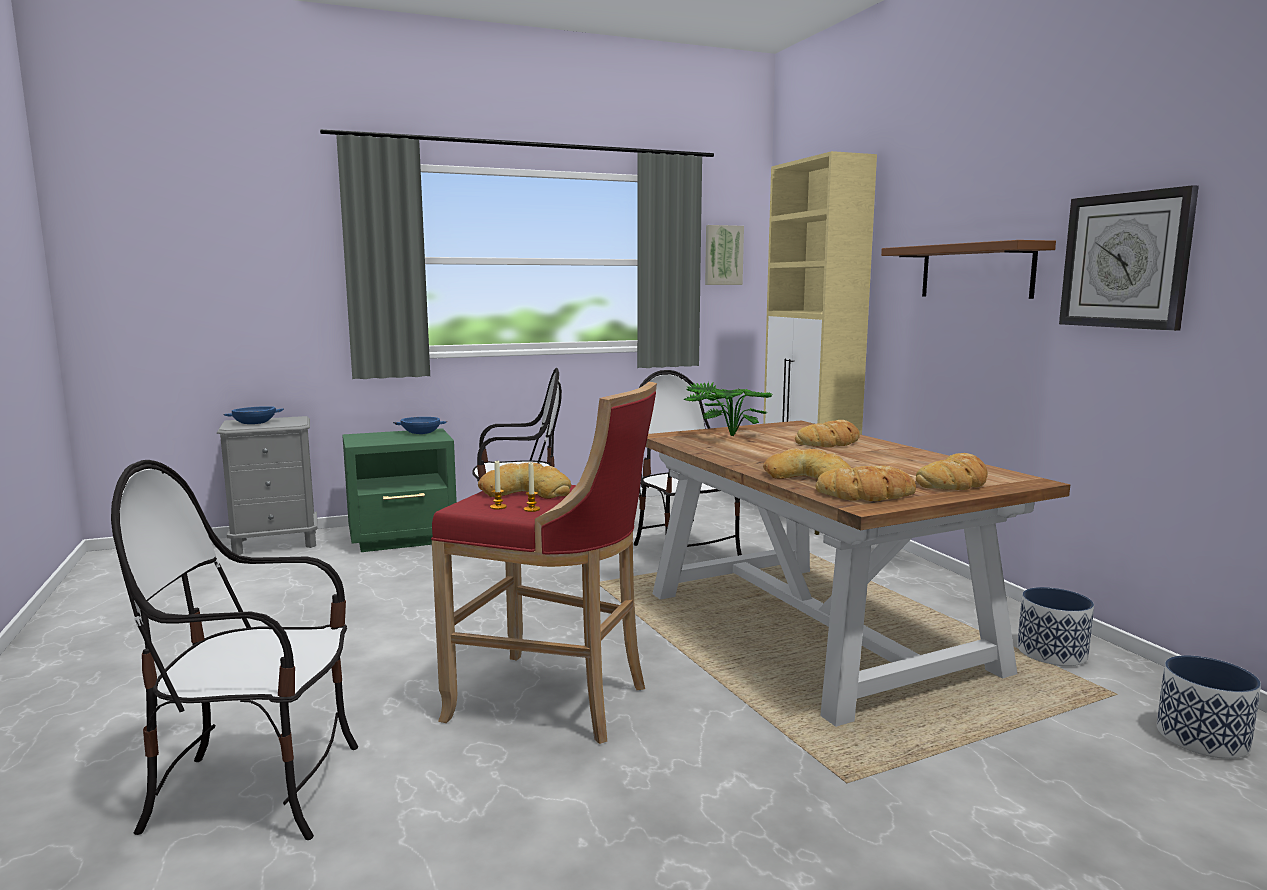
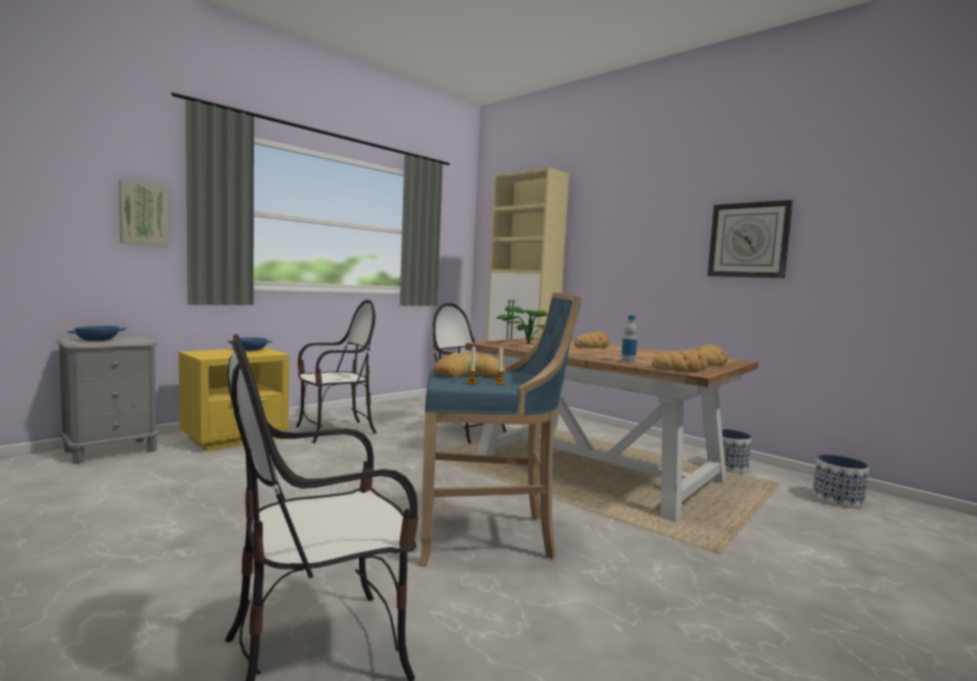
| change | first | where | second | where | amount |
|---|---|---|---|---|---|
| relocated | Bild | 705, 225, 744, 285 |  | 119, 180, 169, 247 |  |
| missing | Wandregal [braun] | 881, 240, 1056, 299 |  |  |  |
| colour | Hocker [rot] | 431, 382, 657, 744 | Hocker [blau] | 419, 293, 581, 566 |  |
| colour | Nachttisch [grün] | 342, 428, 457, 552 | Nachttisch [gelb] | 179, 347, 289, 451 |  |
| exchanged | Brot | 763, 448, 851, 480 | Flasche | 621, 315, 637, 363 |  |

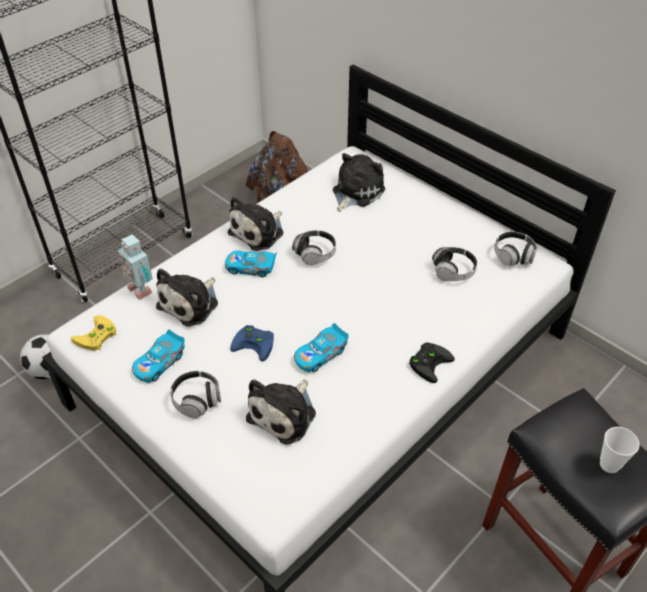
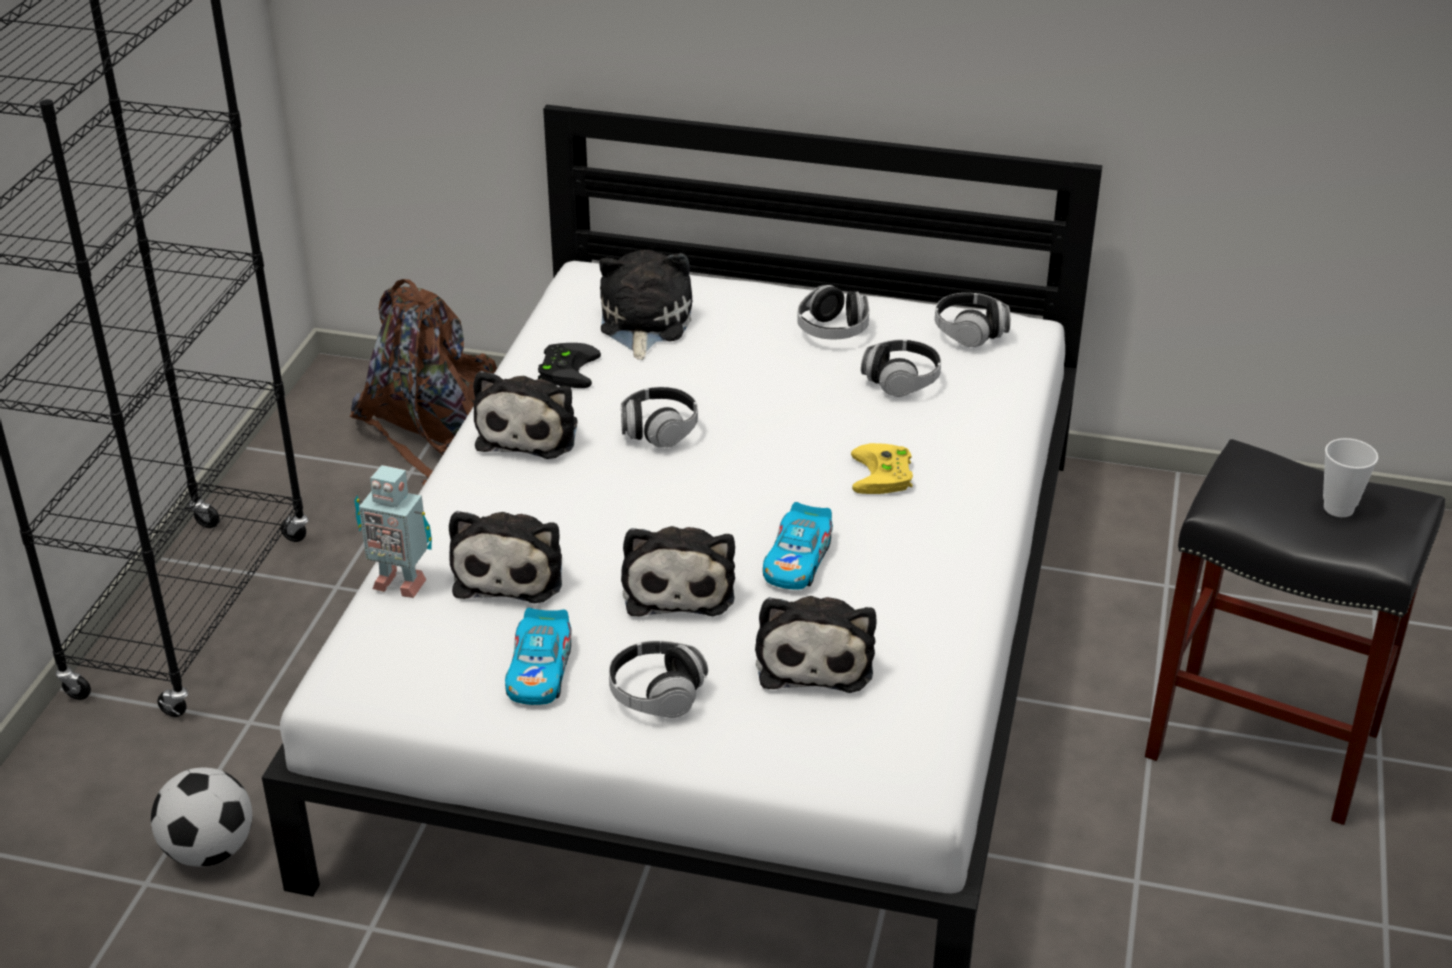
| change | first | where | second | where | amount |
|---|---|---|---|---|---|
| missing | Spielzeugauto | 225, 250, 277, 277 |  |  |  |
| relocated | Gamepad [gelb] | 71, 315, 117, 351 |  | 851, 443, 913, 494 |  |
| exchanged | Gamepad [blau] | 230, 325, 274, 361 | Plüschtier | 621, 526, 735, 616 |  |
| relocated | Gamepad [schwarz] | 409, 342, 455, 383 |  | 538, 343, 601, 388 |  |
| appeared |  |  | Kopfhörer | 797, 285, 869, 339 |  |

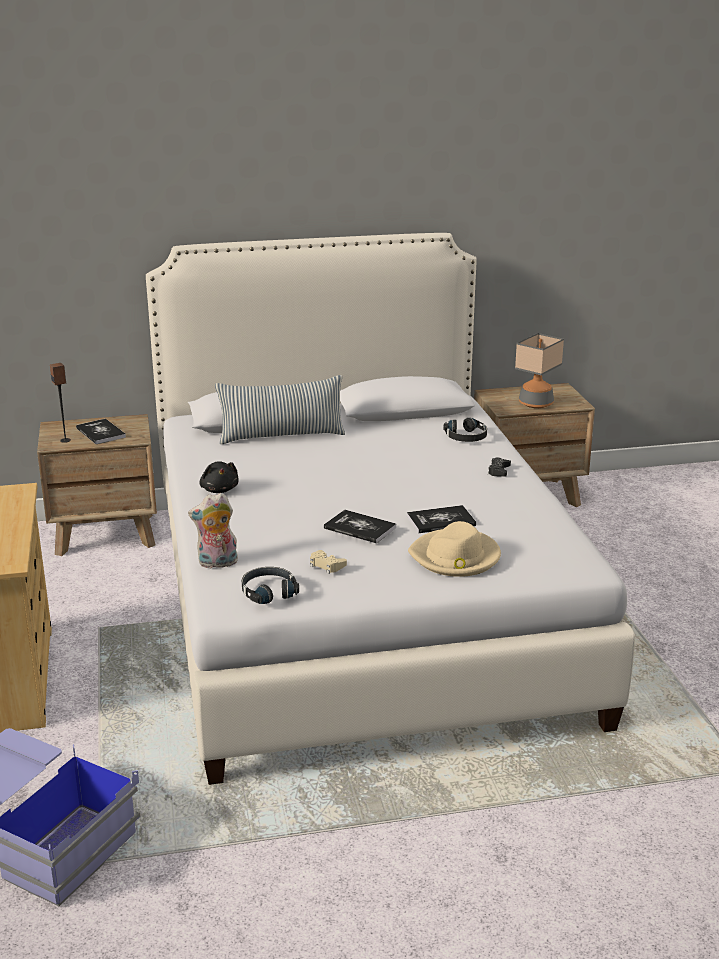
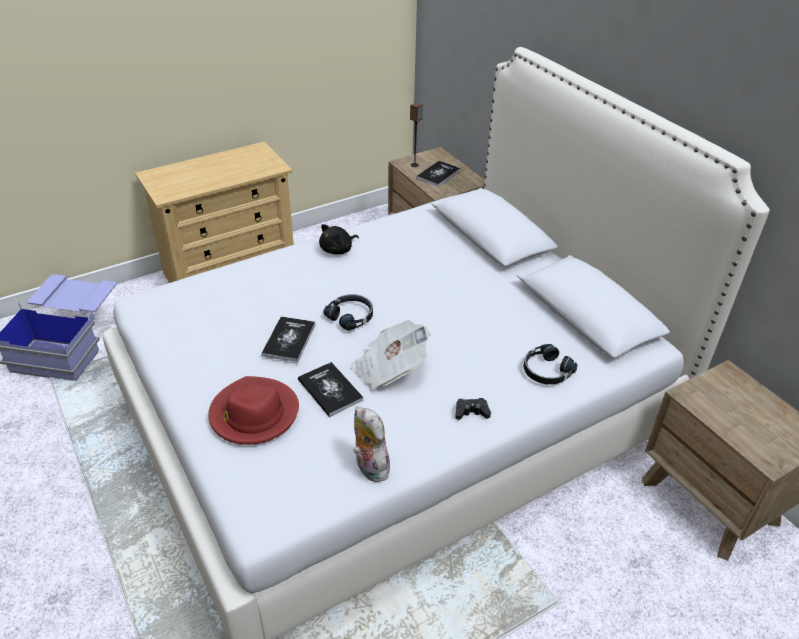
| change | first | where | second | where | amount |
|---|---|---|---|---|---|
| missing | Tischlampe | 515, 333, 564, 408 |  |  |  |
| missing | Kissen | 215, 375, 345, 444 |  |  |  |
| relocated | Plüschtier | 188, 493, 238, 568 |  | 353, 407, 390, 482 |  |
| colour | Hut [beige] | 408, 521, 501, 577 | Hut [rot] | 208, 376, 299, 445 |  |
| missing | Gamepad [beige] | 310, 550, 347, 574 |  |  |  |
| relocated | Kopfhörer [schwarz] | 242, 567, 299, 604 |  | 323, 294, 373, 330 |  |
| appeared |  |  | Zeitung | 351, 320, 430, 390 |  |

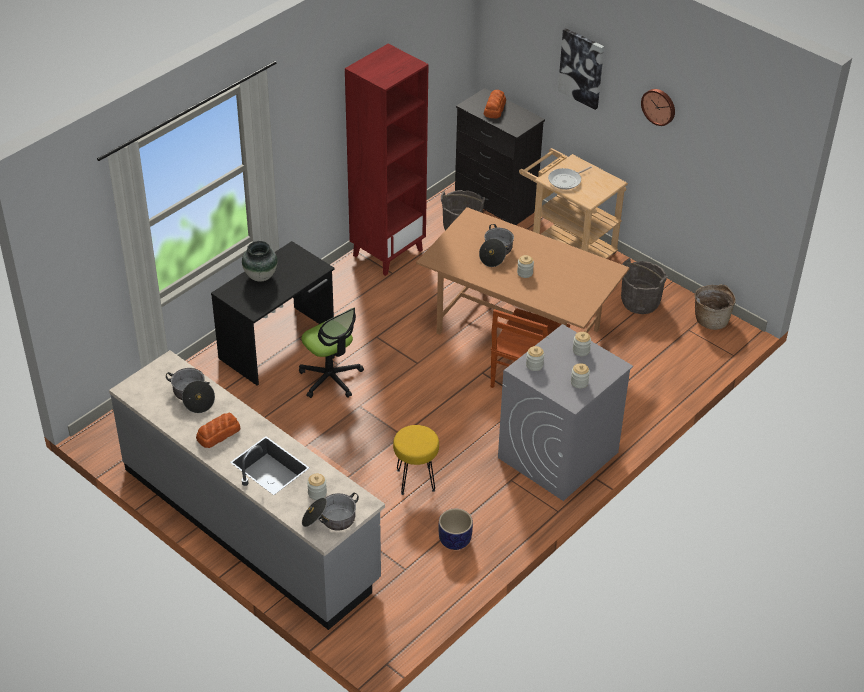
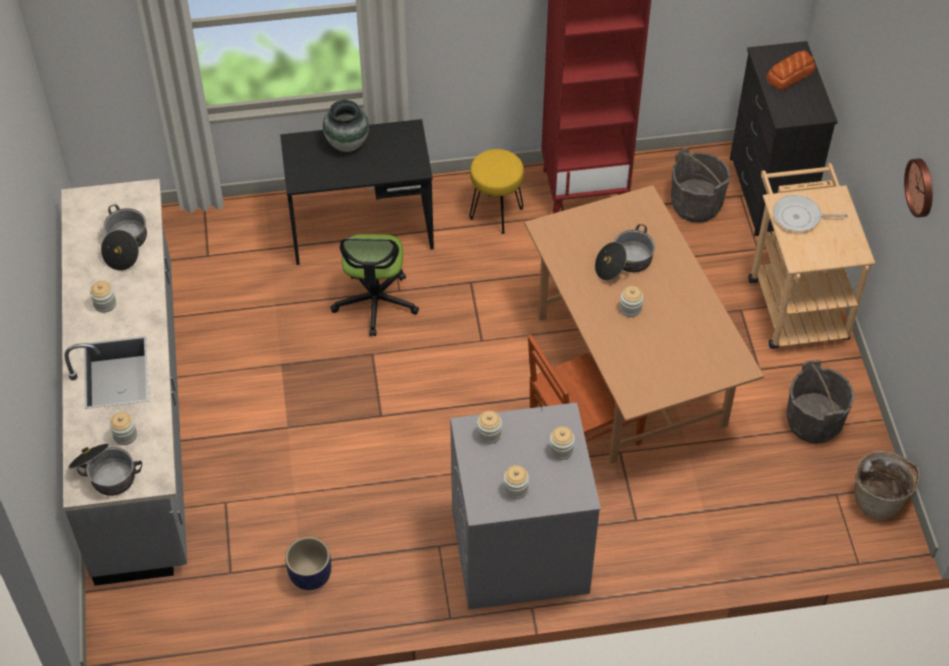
| change | first | where | second | where | amount |
|---|---|---|---|---|---|
| missing | Bild | 558, 28, 604, 110 |  |  |  |
| exchanged | Brot | 196, 412, 240, 448 | Vorratsglas | 90, 281, 116, 313 |  |
| relocated | Hocker [gelb] | 393, 425, 439, 495 |  | 469, 149, 524, 234 |  |

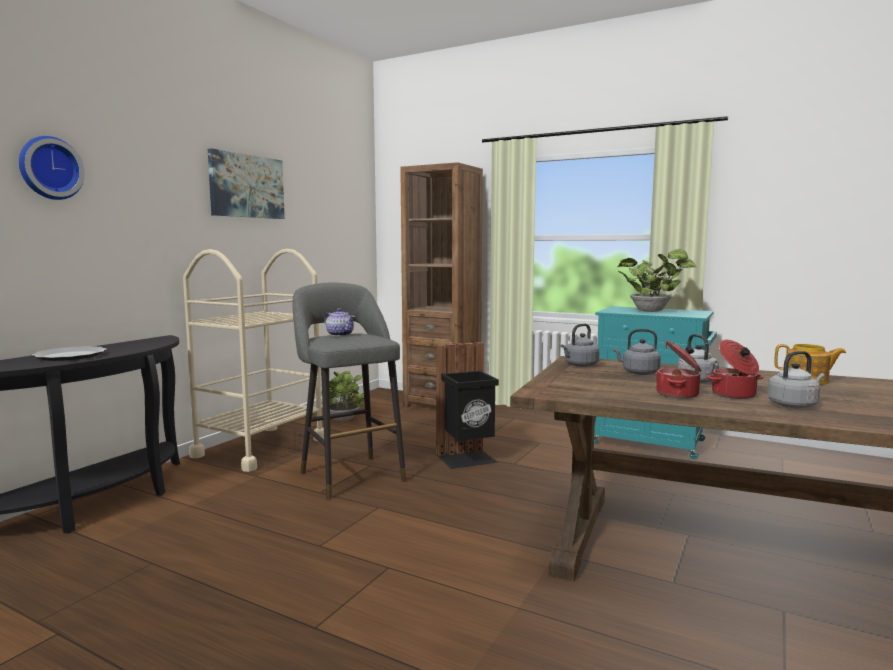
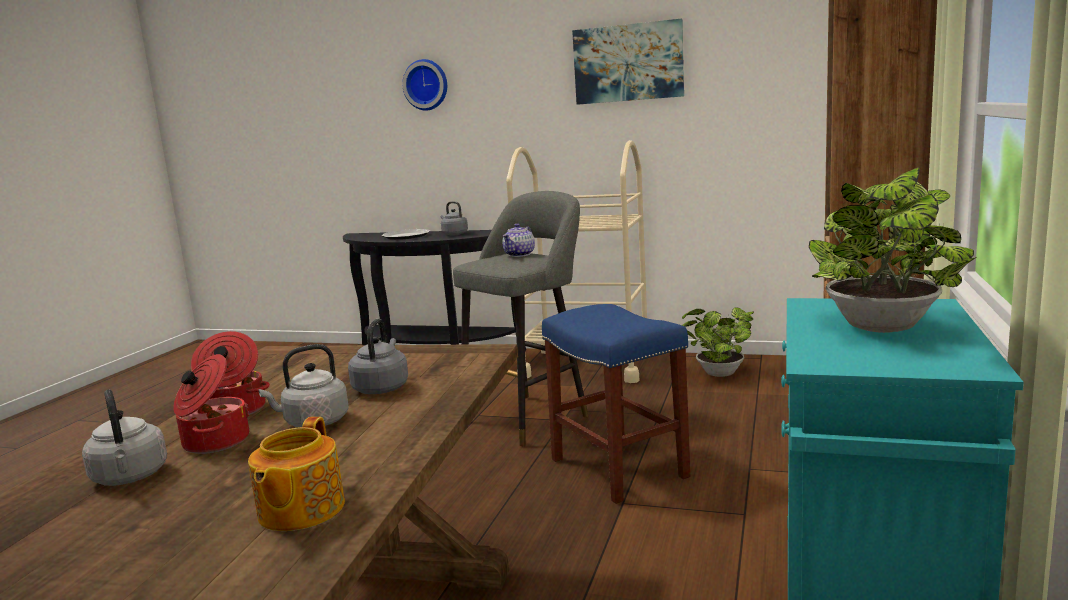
| change | first | where | second | where | amount |
|---|---|---|---|---|---|
| relocated | Wasserkessel [grau] | 561, 323, 600, 367 |  | 440, 201, 468, 236 |  |
| exchanged | Mülleimer [schwarz] | 436, 342, 499, 469 | Hocker [blau] | 542, 304, 690, 504 |  |

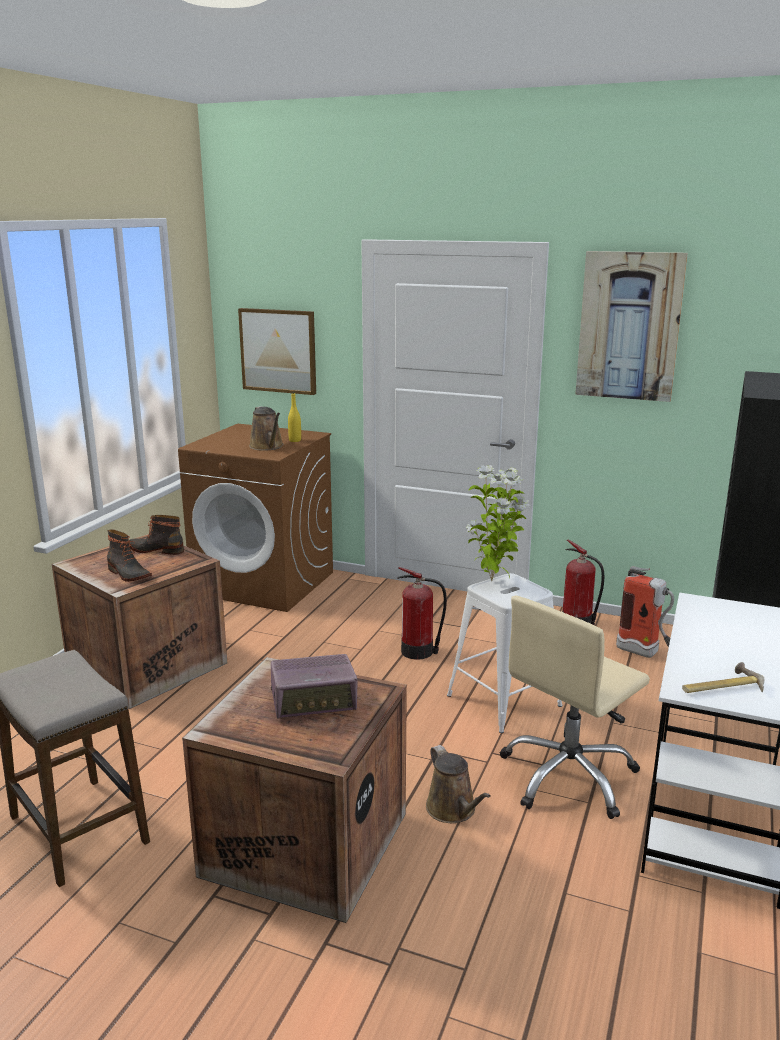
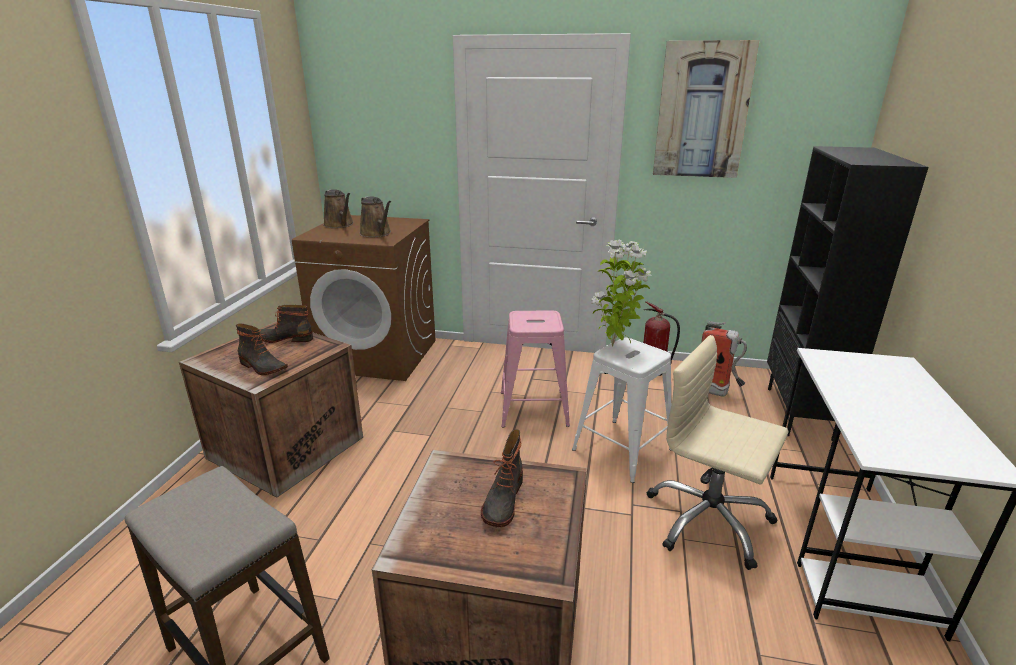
| change | first | where | second | where | amount |
|---|---|---|---|---|---|
| missing | Bild | 238, 308, 316, 395 |  |  |  |
| missing | Flasche [gelb] | 288, 392, 301, 442 |  |  |  |
| exchanged | Feuerlöscher | 397, 567, 447, 660 | Hocker [rosa] | 501, 310, 570, 428 |  |
| spun | Bürostuhl [beige] | 500, 595, 650, 819 |  | 647, 335, 789, 570 | 90 degrees clockwise |
| exchanged | Radio | 271, 654, 358, 719 | Stiefel | 481, 429, 523, 527 |  |
| missing | Hammer | 682, 662, 765, 693 |  |  |  |
| relocated | Gießkanne [braun] | 426, 745, 491, 823 |  | 323, 189, 354, 228 |  |

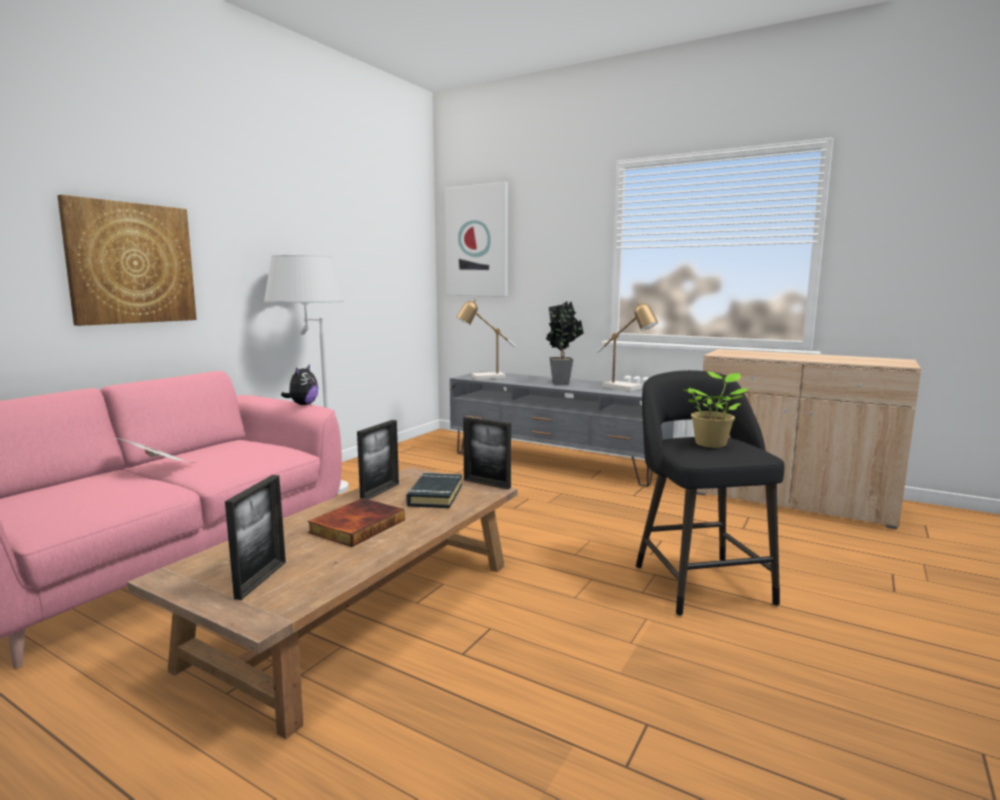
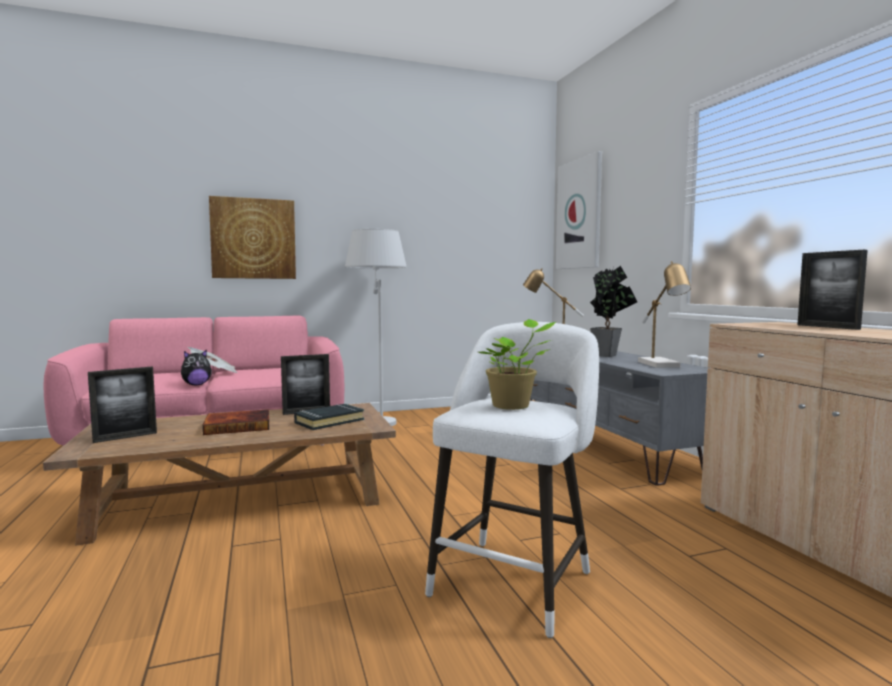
| change | first | where | second | where | amount |
|---|---|---|---|---|---|
| relocated | Plüschtier | 281, 364, 318, 405 |  | 181, 350, 212, 385 |  |
| colour | Hocker [schwarz] | 636, 370, 785, 616 | Hocker [weiß] | 425, 322, 599, 638 |  |
| relocated | Bilderrahmen | 463, 416, 511, 490 |  | 798, 250, 868, 330 |  |

